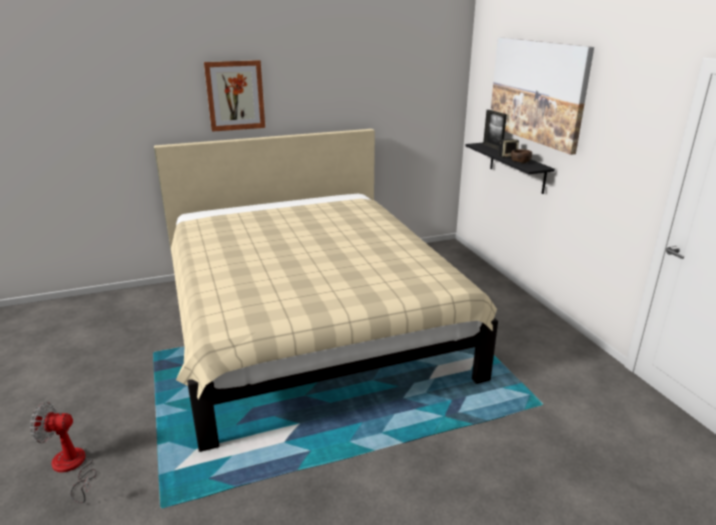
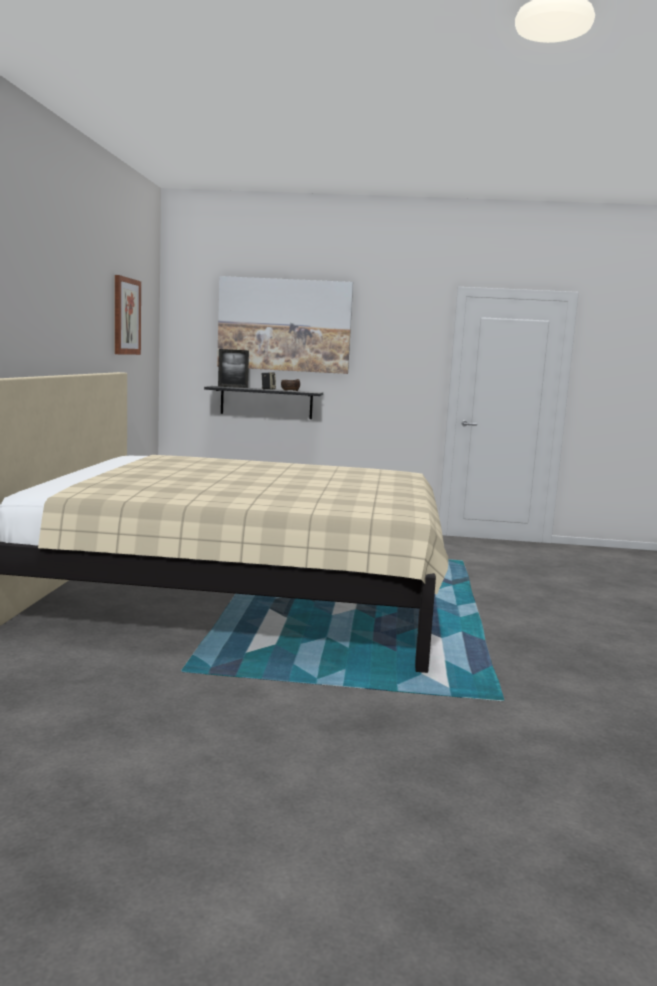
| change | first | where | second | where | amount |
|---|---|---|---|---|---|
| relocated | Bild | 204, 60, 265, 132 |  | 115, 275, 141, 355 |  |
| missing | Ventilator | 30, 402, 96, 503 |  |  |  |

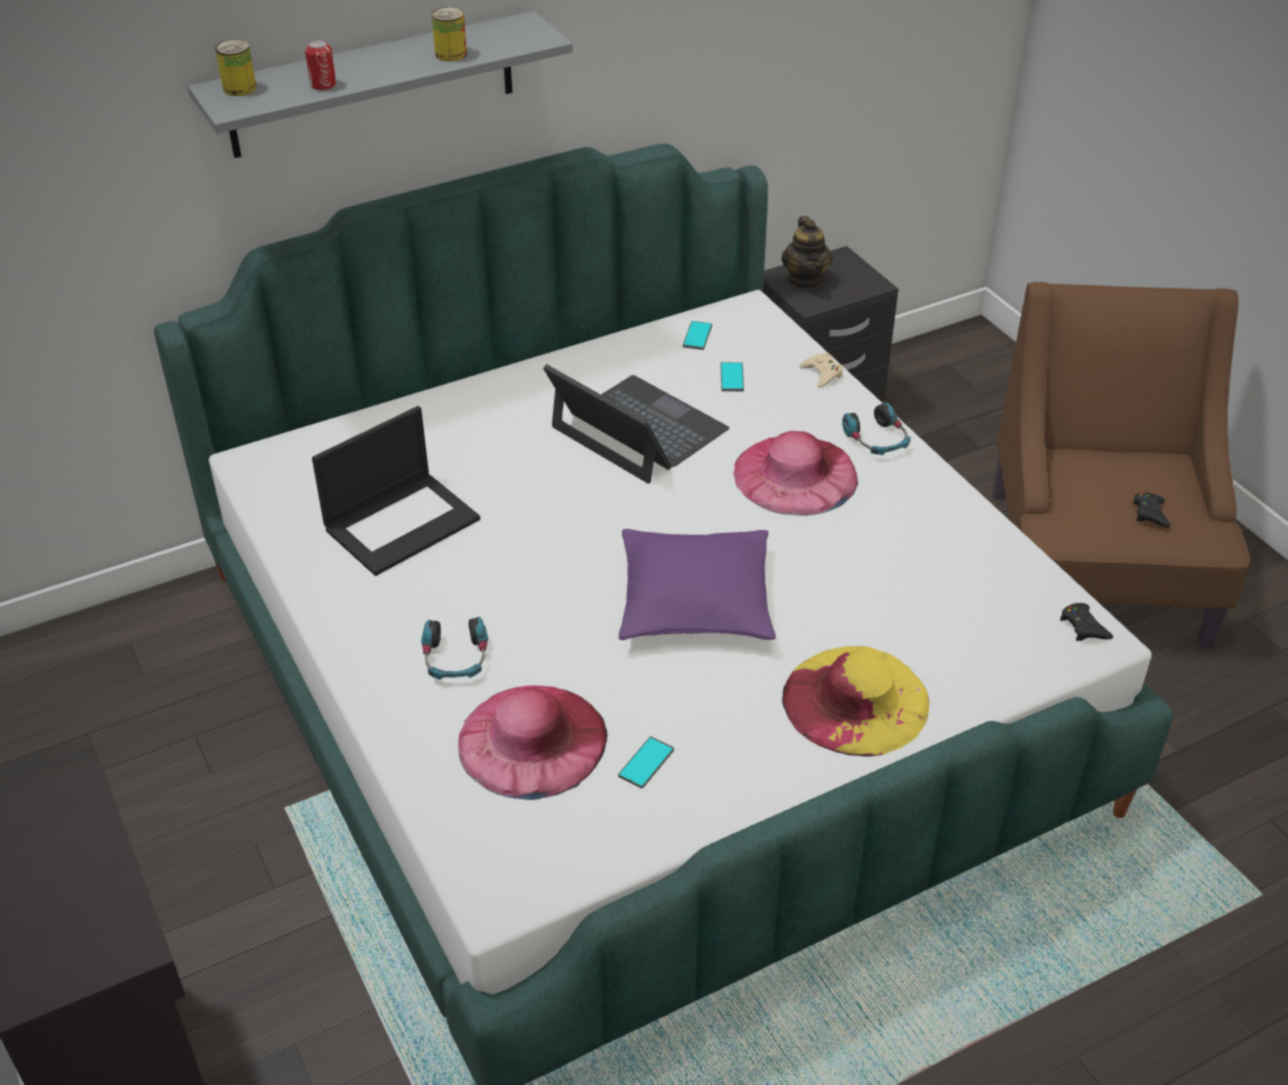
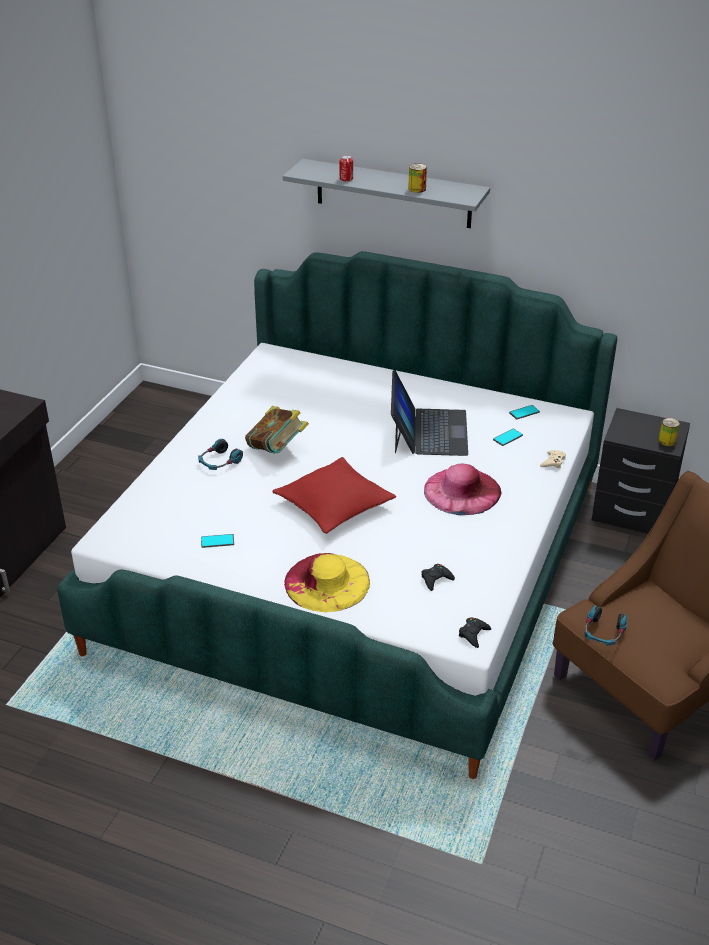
| change | first | where | second | where | amount |
|---|---|---|---|---|---|
| relocated | Dose | 215, 40, 256, 96 |  | 658, 418, 680, 446 |  |
| missing | Teekanne | 781, 216, 833, 289 |  |  |  |
| relocated | Kopfhörer | 842, 403, 911, 455 |  | 584, 605, 627, 646 |  |
| missing | Laptop | 312, 406, 480, 576 |  |  |  |
| relocated | Gamepad [schwarz] | 1133, 492, 1171, 528 |  | 421, 564, 455, 591 |  |
| colour | Kissen [lila] | 619, 529, 776, 640 | Kissen [rot] | 272, 457, 396, 534 |  |
| missing | Hut [rosa] | 458, 686, 608, 800 |  |  |  |
| appeared |  |  | Buch | 245, 406, 309, 454 |  |

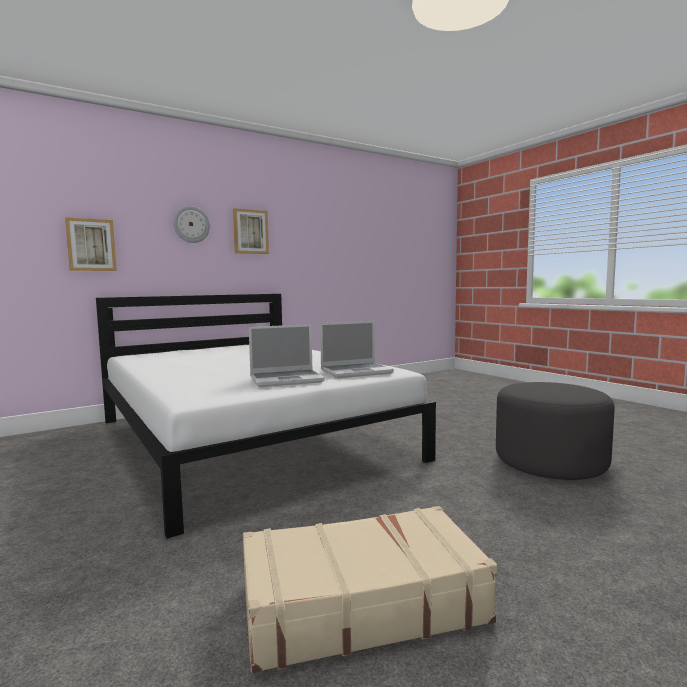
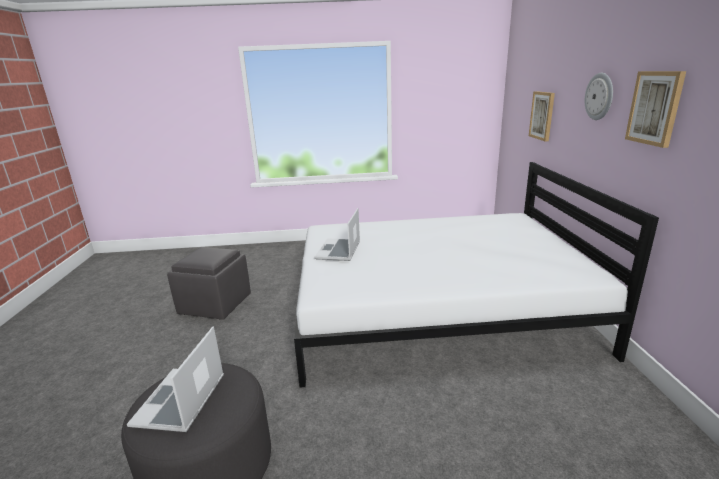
| change | first | where | second | where | amount |
|---|---|---|---|---|---|
| relocated | Laptop | 320, 321, 394, 378 |  | 127, 326, 224, 432 |  |
| exchanged | Koffer [beige] | 243, 506, 497, 673 | Polsterhocker [grau] | 167, 247, 251, 320 |  |

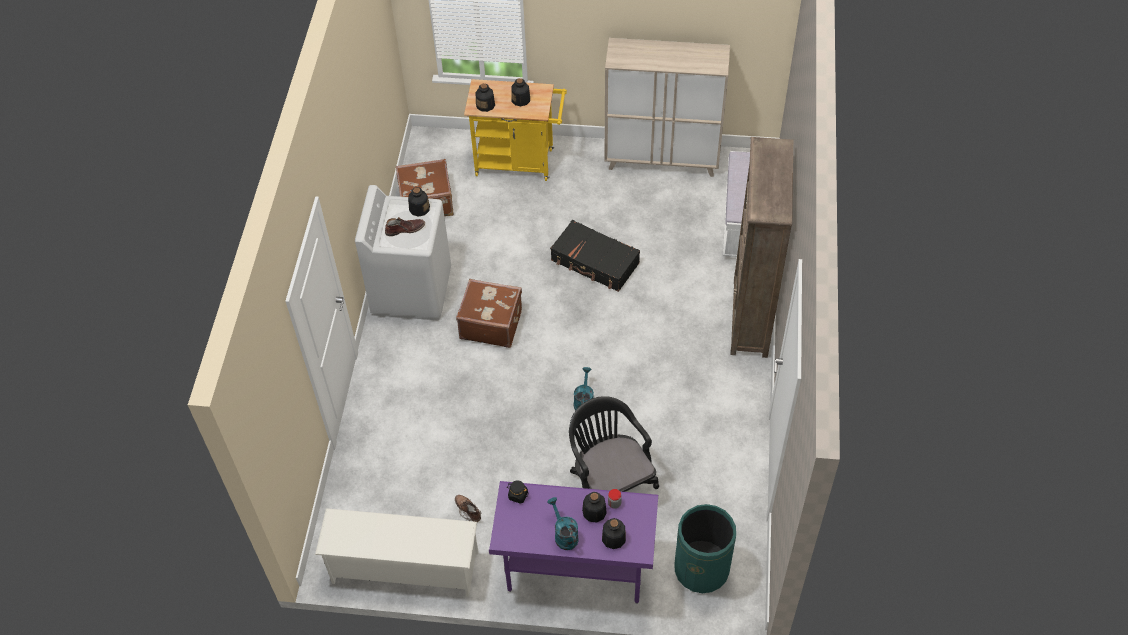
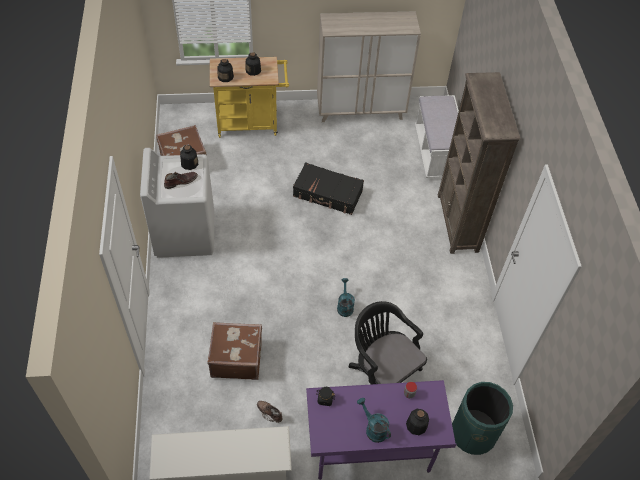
| change | first | where | second | where | amount |
|---|---|---|---|---|---|
| relocated | Koffer [braun] | 456, 279, 522, 348 |  | 208, 322, 262, 380 |  |
| missing | Flasche | 582, 492, 607, 523 |  |  |  |

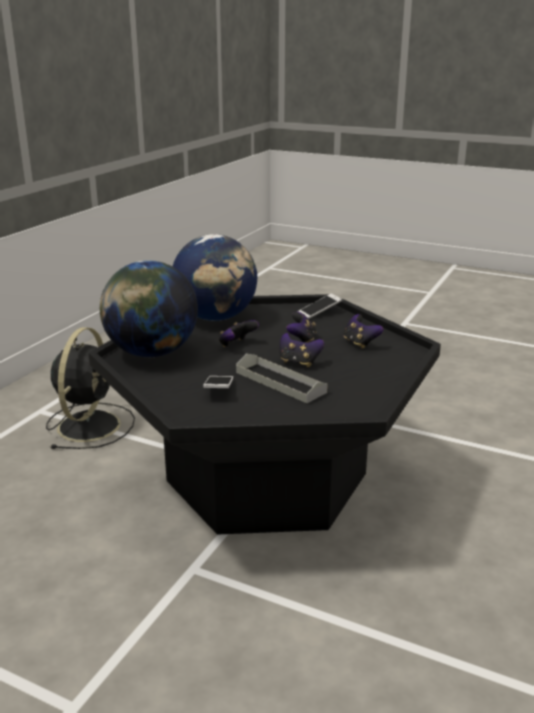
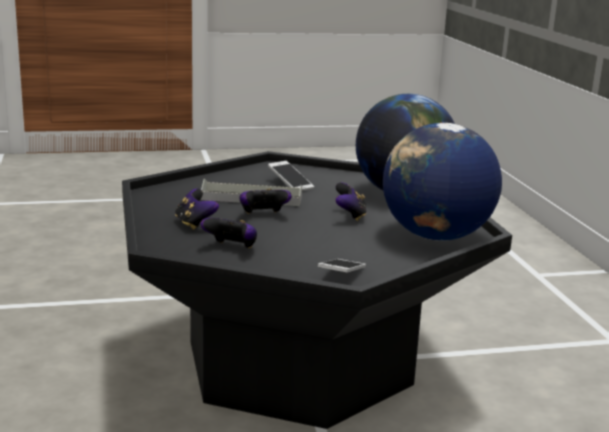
| change | first | where | second | where | amount |
|---|---|---|---|---|---|
| relocated | Gamepad | 286, 312, 316, 343 |  | 175, 189, 219, 230 |  |
| missing | Ventilator [schwarz] | 46, 327, 135, 449 |  |  |  |

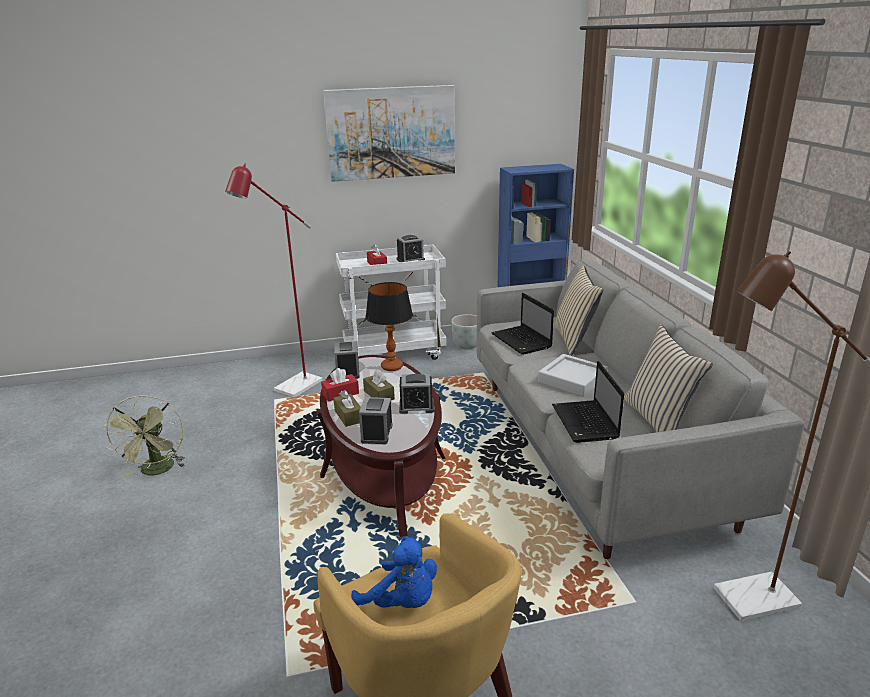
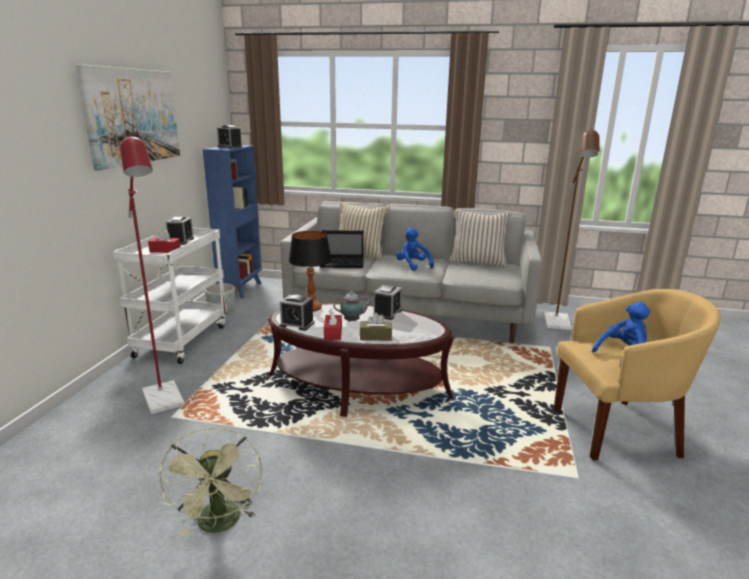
| change | first | where | second | where | amount |
|---|---|---|---|---|---|
| exchanged | Tablett [grau] | 538, 354, 608, 397 | Plüschtier [blau] | 396, 228, 434, 271 |  |
| missing | Laptop | 552, 361, 624, 443 |  |  |  |
| exchanged | Taschentuchbox [braun] | 363, 369, 395, 400 | Teekanne | 333, 291, 371, 322 |  |
| spun | Ventilator [grün] | 103, 395, 185, 477 |  | 158, 427, 262, 536 | 60 degrees clockwise |
| relocated | Wecker | 359, 397, 393, 444 |  | 217, 125, 242, 148 |  |

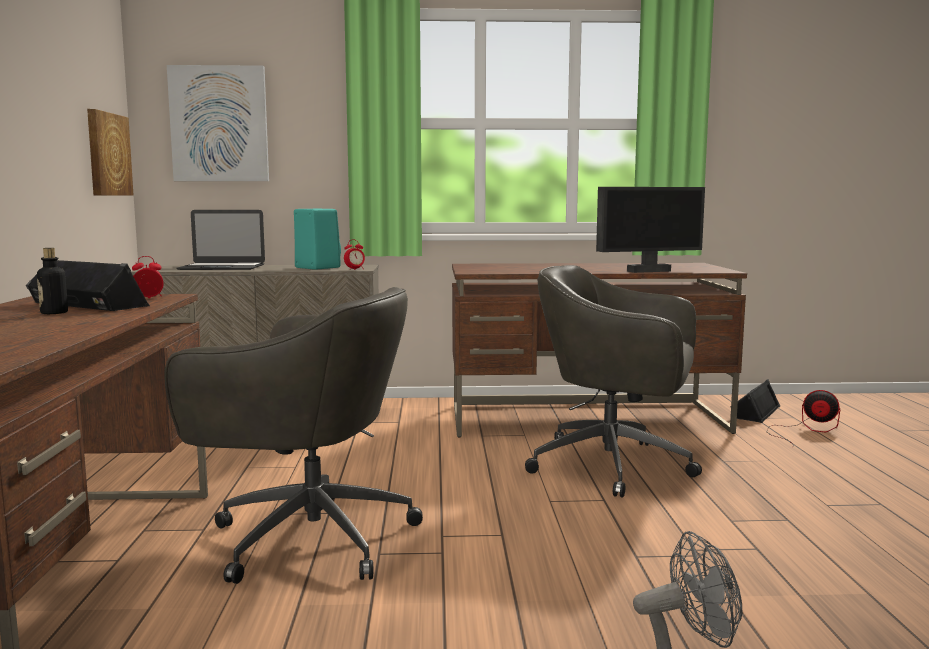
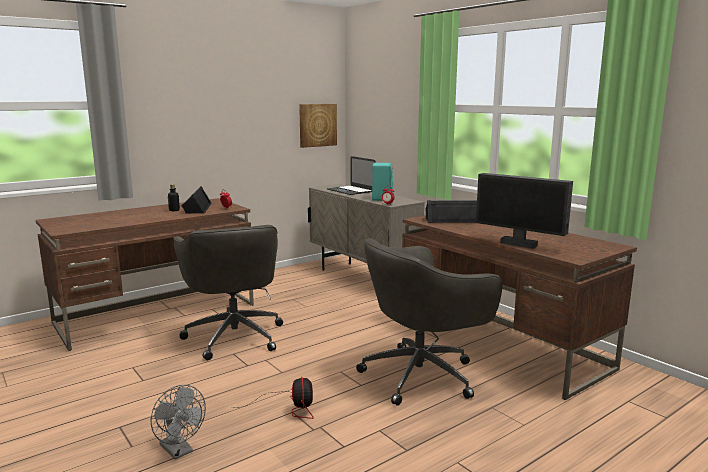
| change | first | where | second | where | amount |
|---|---|---|---|---|---|
| missing | Bild | 167, 65, 269, 181 |  |  |  |
| spun | Bürostuhl [grau] | 525, 265, 702, 498 |  | 356, 238, 502, 406 | 105 degrees counterclockwise |
| relocated | Lautsprecher [schwarz] | 730, 379, 780, 423 |  | 425, 200, 477, 223 |  |
| relocated | Ventilator | 767, 390, 840, 444 |  | 235, 377, 314, 419 |  |

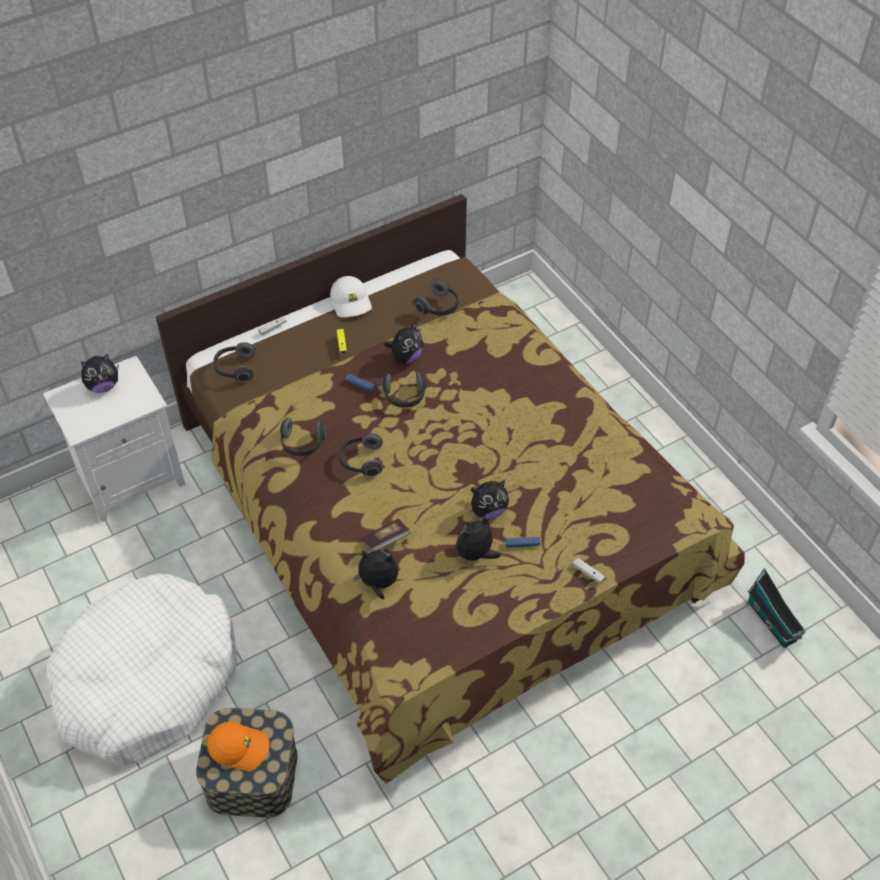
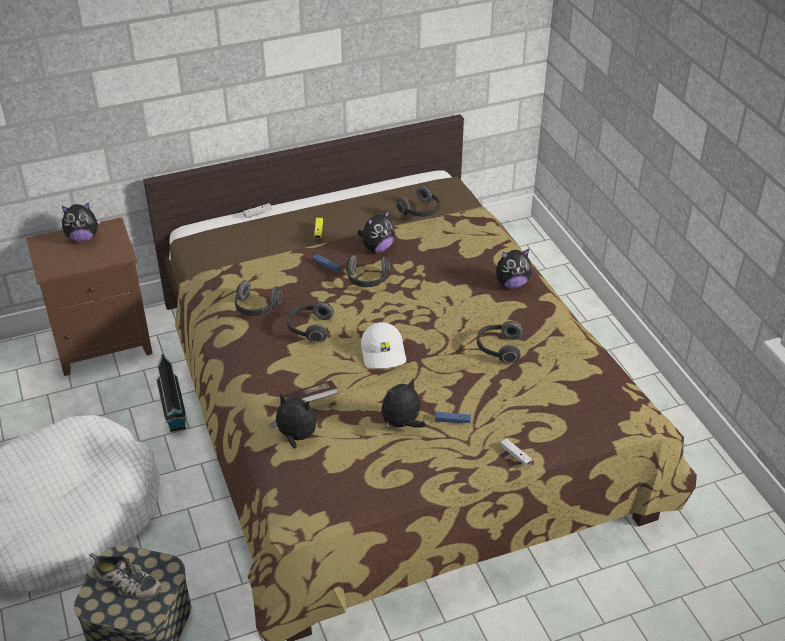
| change | first | where | second | where | amount |
|---|---|---|---|---|---|
| relocated | Kappe [weiß] | 330, 276, 372, 317 |  | 361, 322, 406, 369 |  |
| relocated | Kopfhörer | 213, 342, 256, 382 |  | 477, 321, 523, 363 |  |
| colour | Nachttisch [weiß] | 43, 356, 185, 522 | Nachttisch [braun] | 26, 217, 153, 376 |  |
| relocated | Plüschtier | 471, 480, 509, 519 |  | 496, 249, 532, 288 |  |
| relocated | Spielzeughaus | 748, 568, 806, 648 |  | 156, 353, 187, 432 |  |
| exchanged | Kappe [orange] | 207, 722, 270, 771 | Schuh | 89, 552, 162, 600 |  |

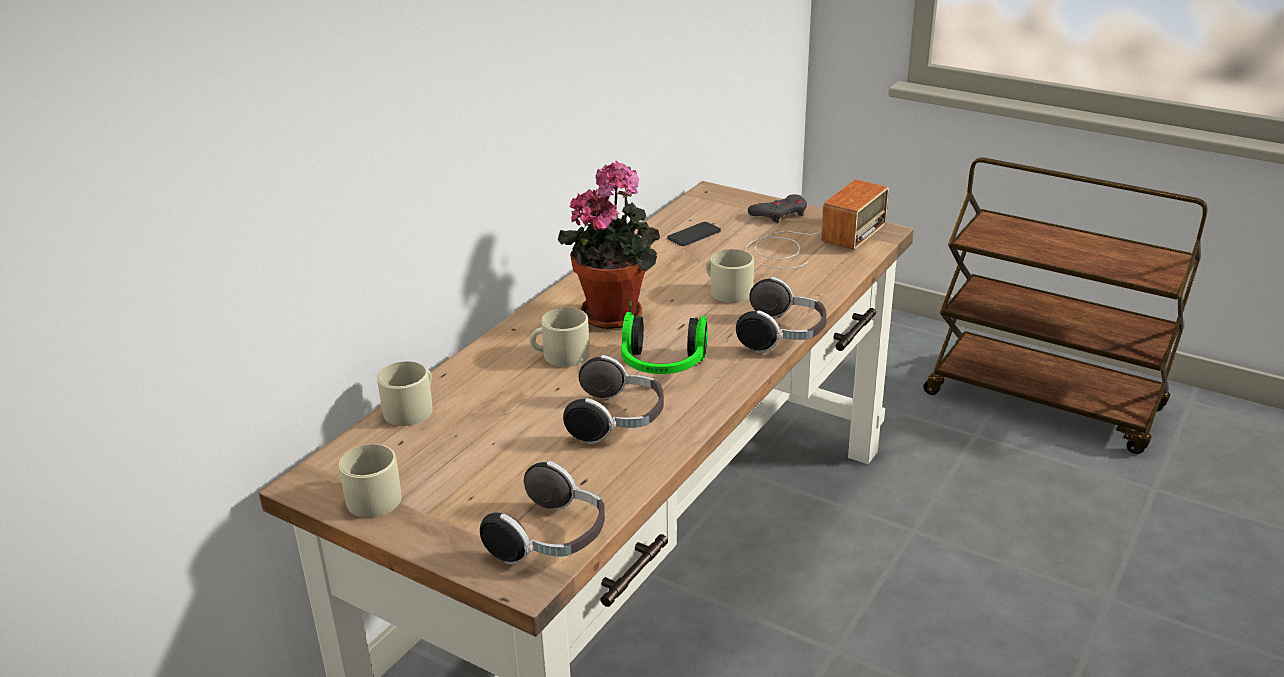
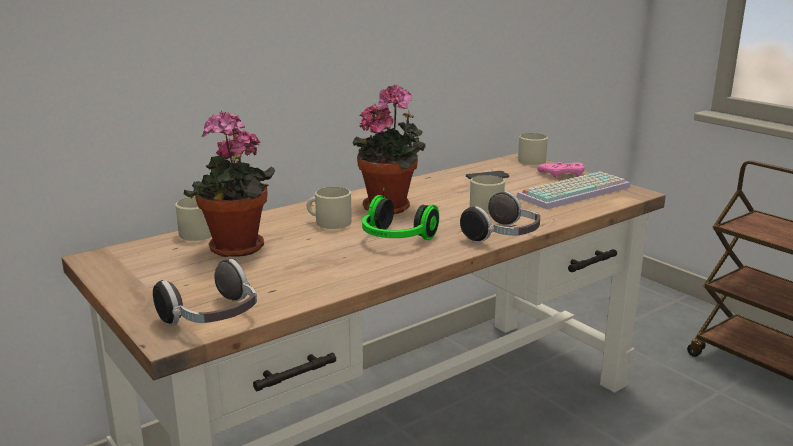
| change | first | where | second | where | amount |
|---|---|---|---|---|---|
| exchanged | Radio | 745, 179, 889, 269 | Tastatur | 516, 171, 630, 209 |  |
| colour | Gamepad [grau] | 748, 194, 807, 223 | Gamepad [rosa] | 537, 162, 585, 178 |  |
| missing | Kopfhörer | 563, 355, 664, 444 |  |  |  |
| relocated | Henkelbecher [beige] | 339, 444, 401, 518 |  | 518, 133, 548, 165 |  |
| appeared |  |  | Topfpflanze | 184, 111, 275, 257 |  |

